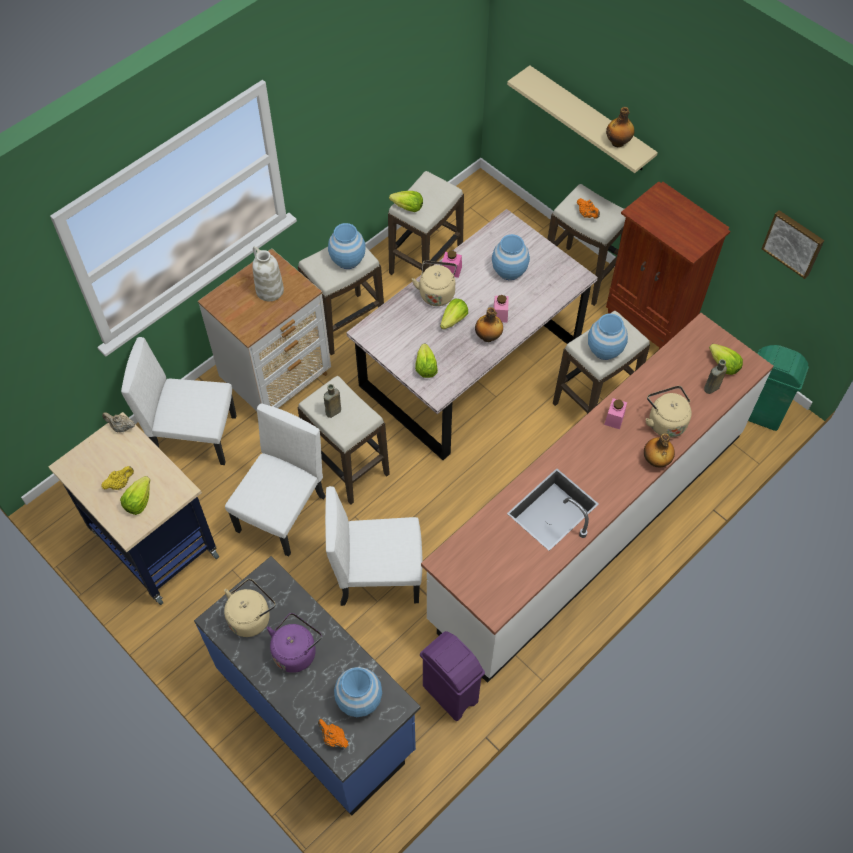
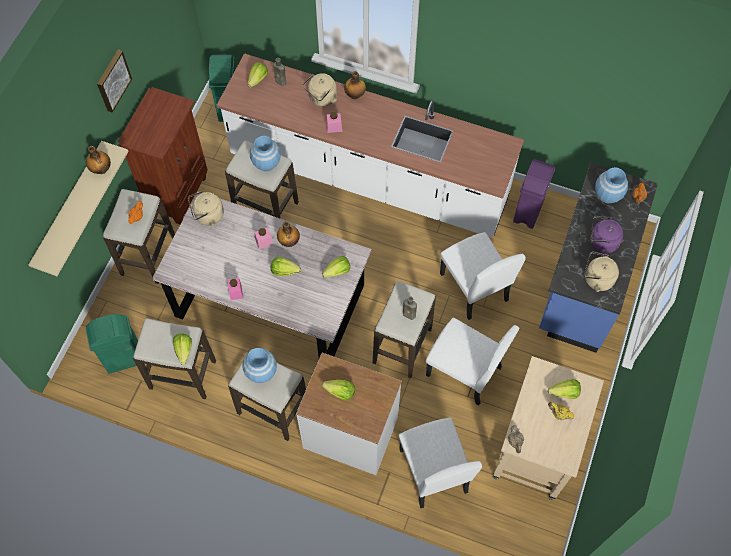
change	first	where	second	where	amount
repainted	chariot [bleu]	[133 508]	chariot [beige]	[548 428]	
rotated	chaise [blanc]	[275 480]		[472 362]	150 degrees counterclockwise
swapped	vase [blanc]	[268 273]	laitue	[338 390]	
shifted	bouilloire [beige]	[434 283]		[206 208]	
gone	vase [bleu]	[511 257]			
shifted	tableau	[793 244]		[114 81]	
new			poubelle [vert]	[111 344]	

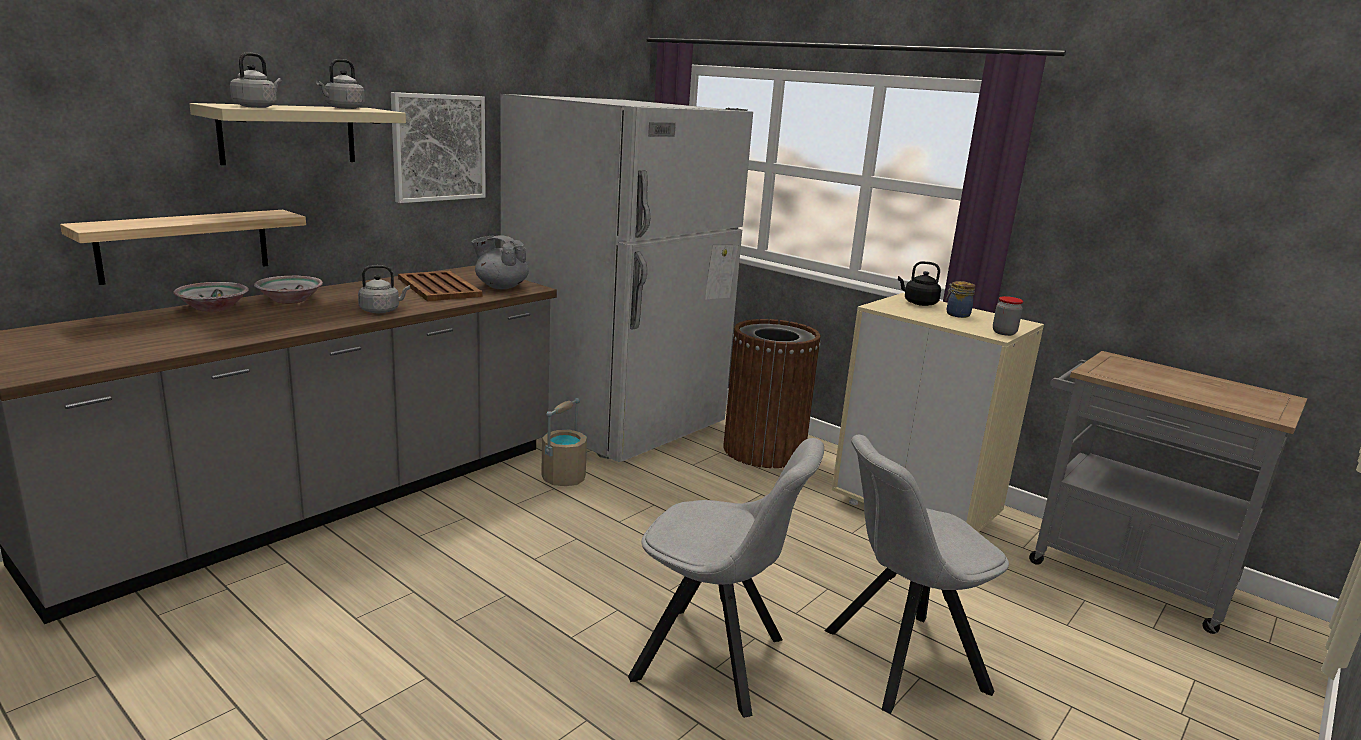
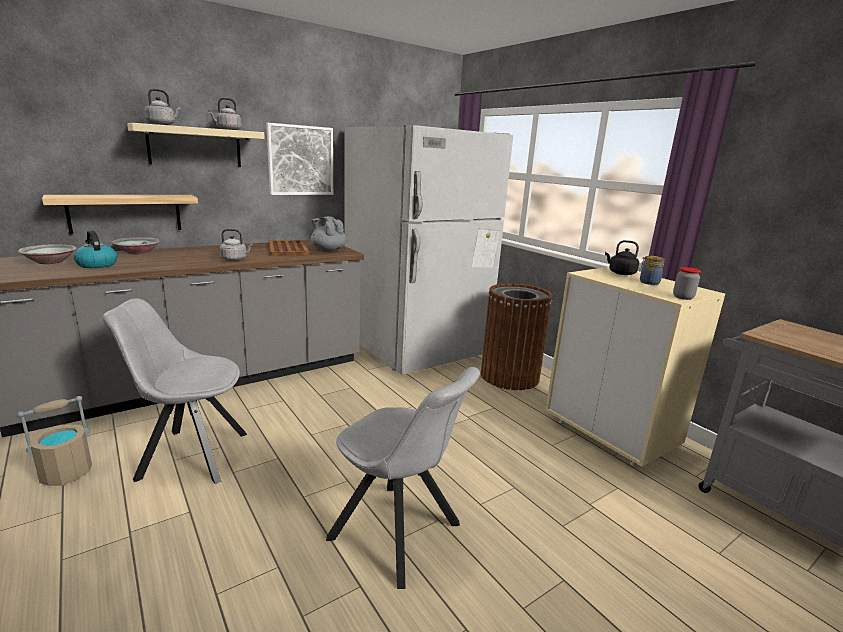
change	first	where	second	where	amount
shifted	bol	[288 290]		[47 254]	
shifted	seau [beige]	[564 442]		[54 441]	
shifted	chaise [gris]	[917 574]		[175 391]	
new			bouilloire	[95 249]	

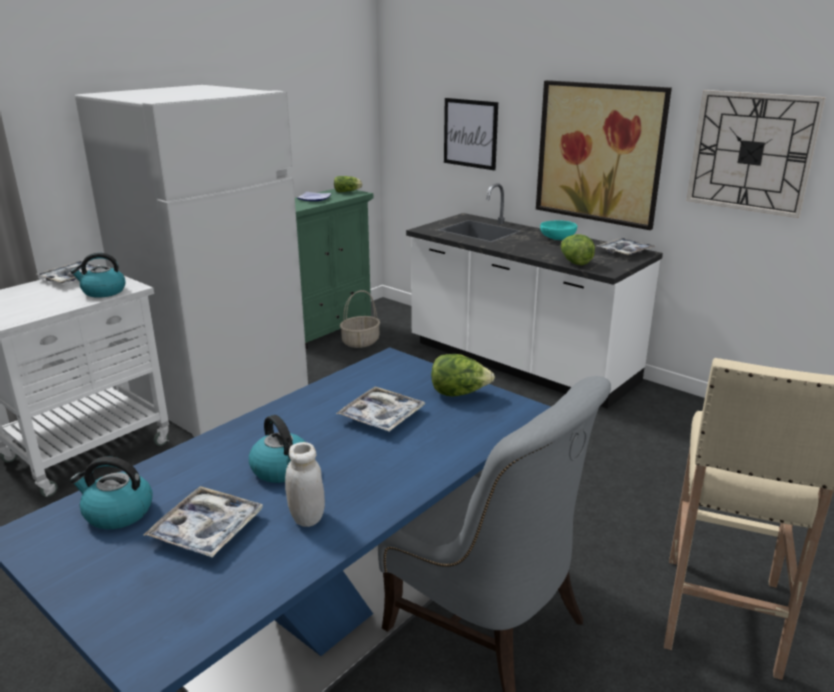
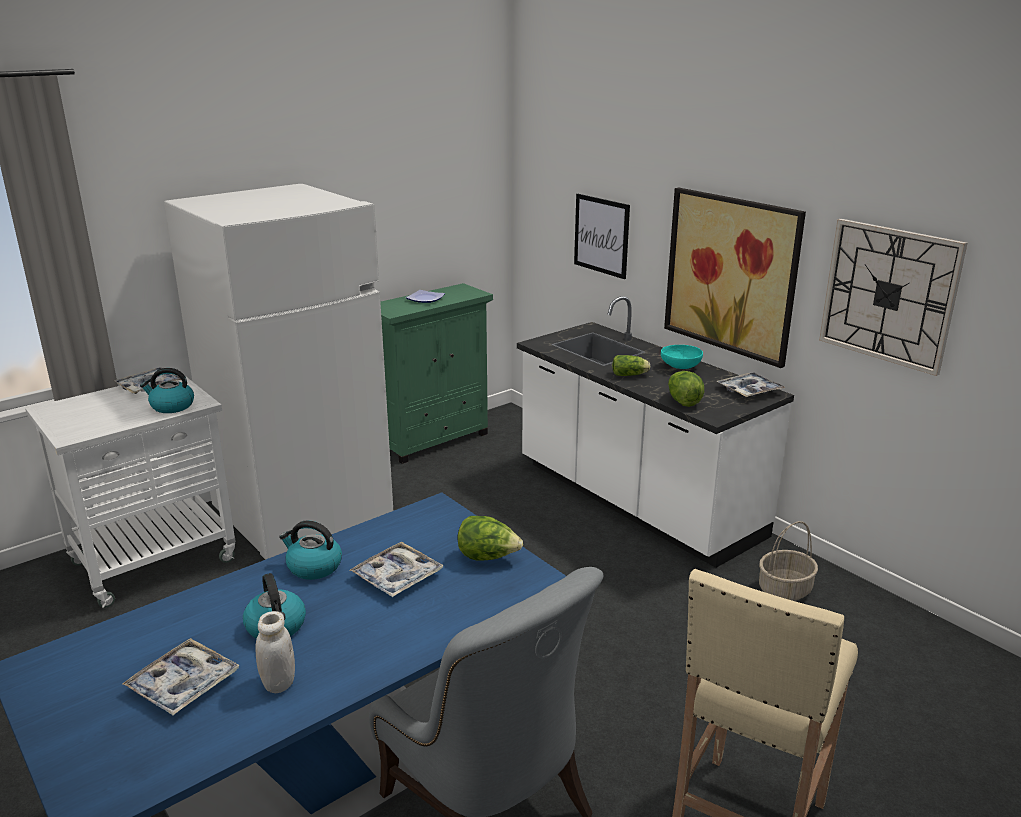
change	first	where	second	where	amount
shifted	bouilloire	[111 493]		[310 550]	
shifted	laitue	[348 184]		[631 365]	
shifted	panier	[360 319]		[788 561]	

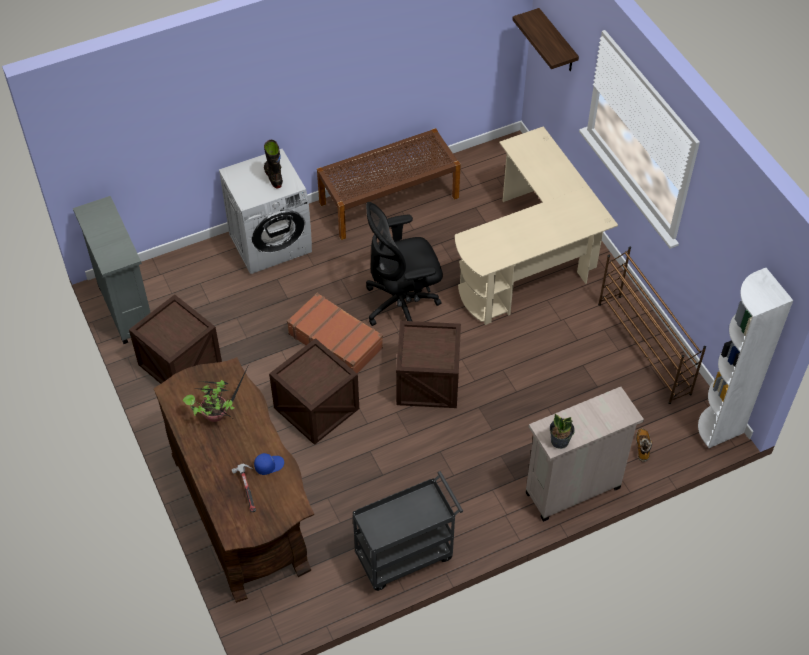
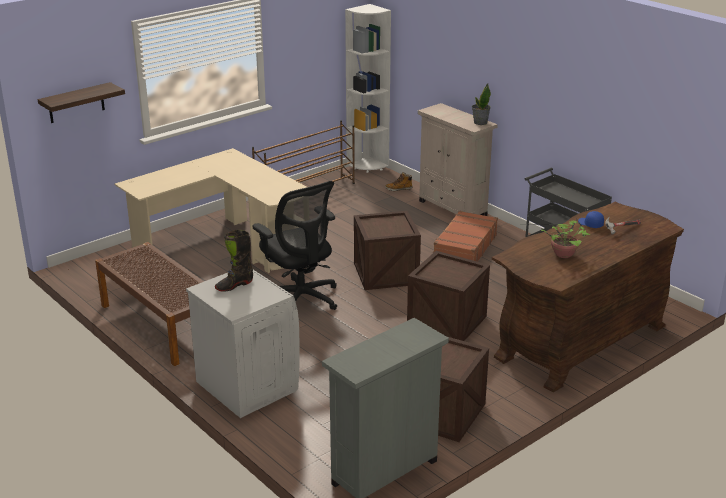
change	first	where	second	where	amount
shifted	valise [marron]	[335 333]		[465 236]	

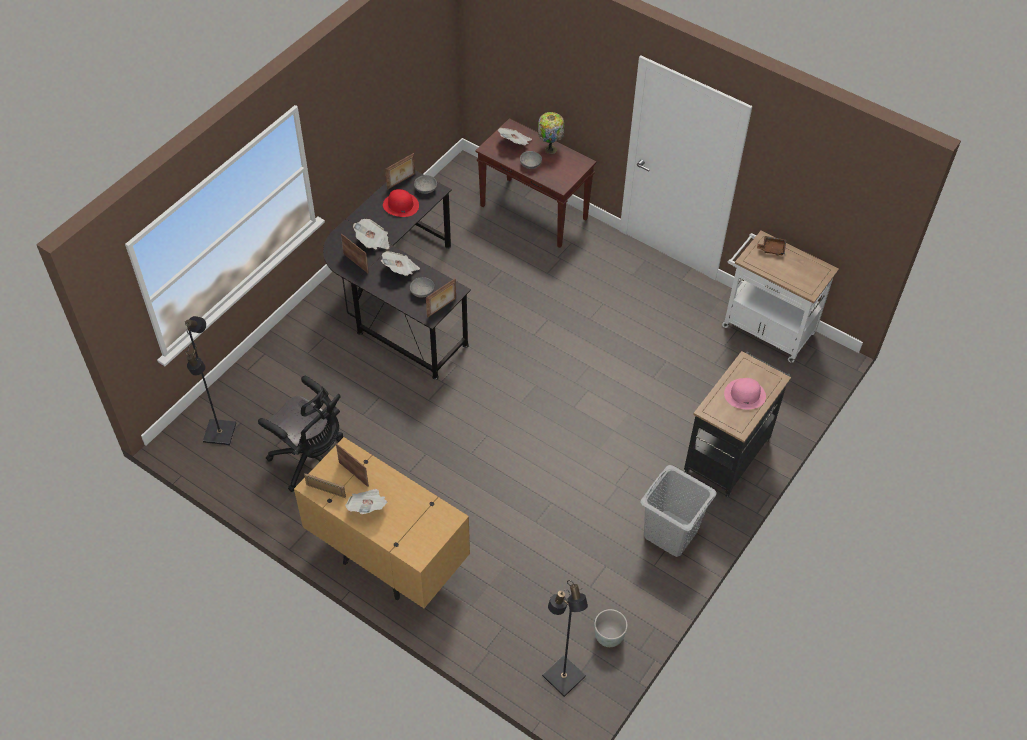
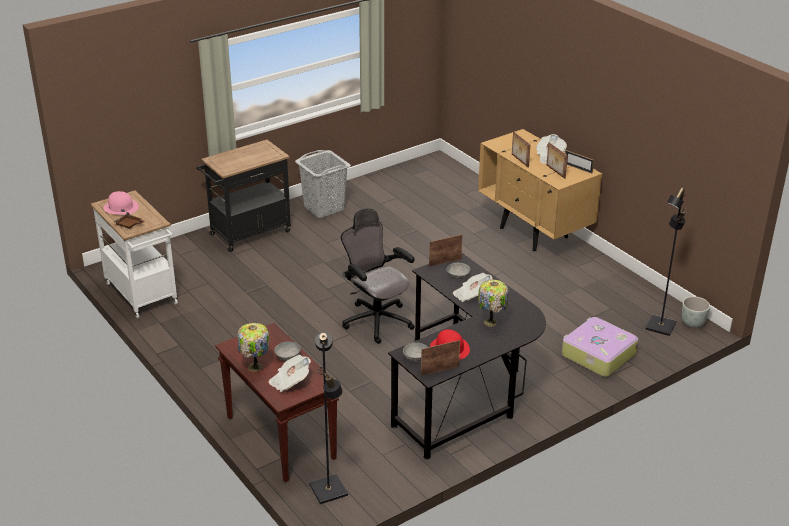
change	first	where	second	where	amount
shifted	chaise de bureau	[300 434]		[378 276]	
shifted	cadre photo	[355 253]		[521 150]	
swapped	journal	[371 234]	lampe de table	[493 303]	
shifted	lampadaire [noir]	[565 638]		[328 418]	
shifted	cache-pot [gris]	[611 628]		[696 312]	
shifted	chapeau [rose]	[745 393]		[121 203]	
new			valise	[600 347]	

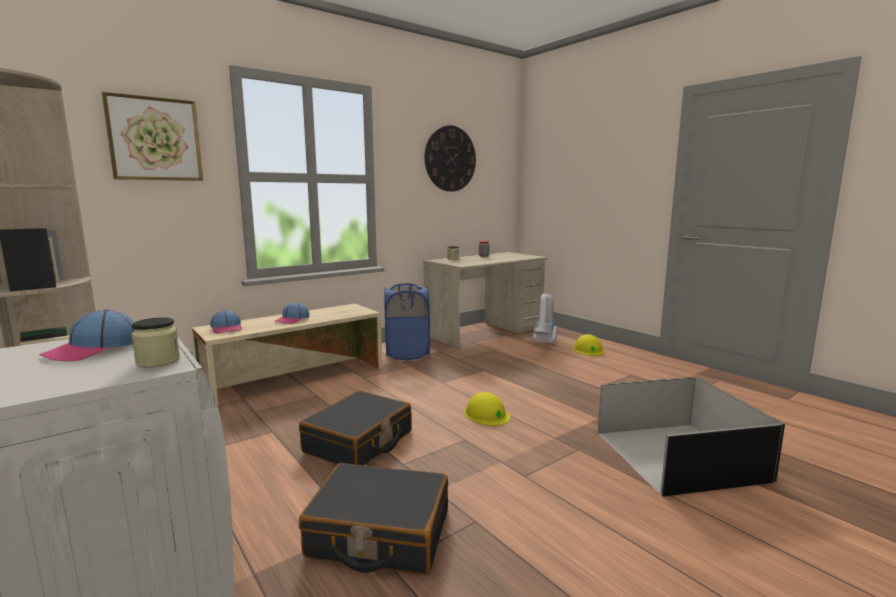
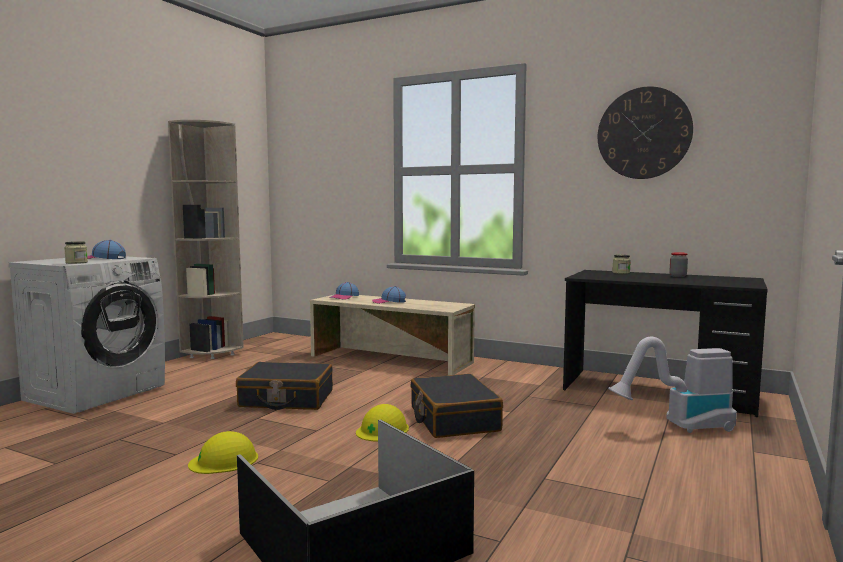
change	first	where	second	where	amount
gone	tableau	[152 136]			
shifted	valise [noir]	[373 519]		[457 406]	
gone	panier à linge [bleu]	[407 321]			
repainted	bureau [beige]	[485 300]	bureau [noir]	[665 343]	
shifted	casque de chantier [jaune]	[588 345]		[223 452]	

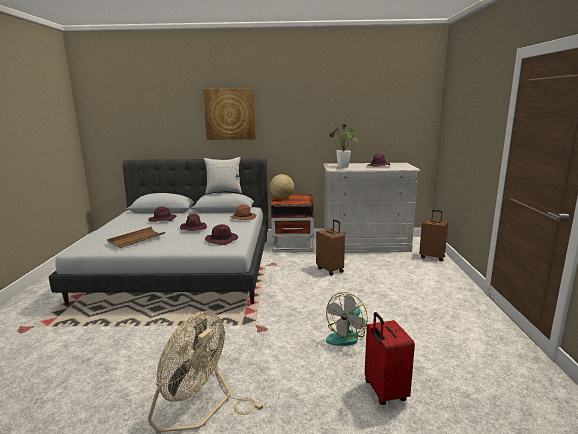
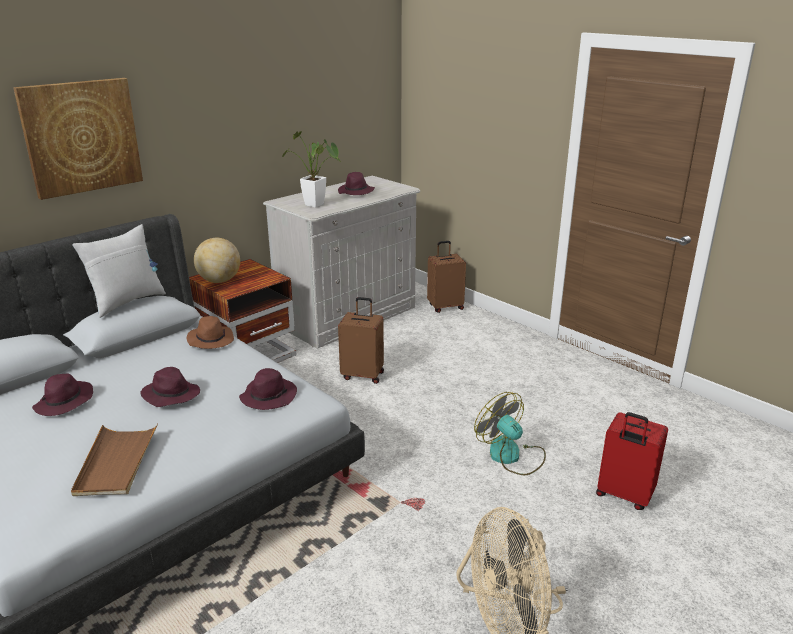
change	first	where	second	where	amount
rotated	ventilateur	[347 319]		[510 433]	150 degrees clockwise

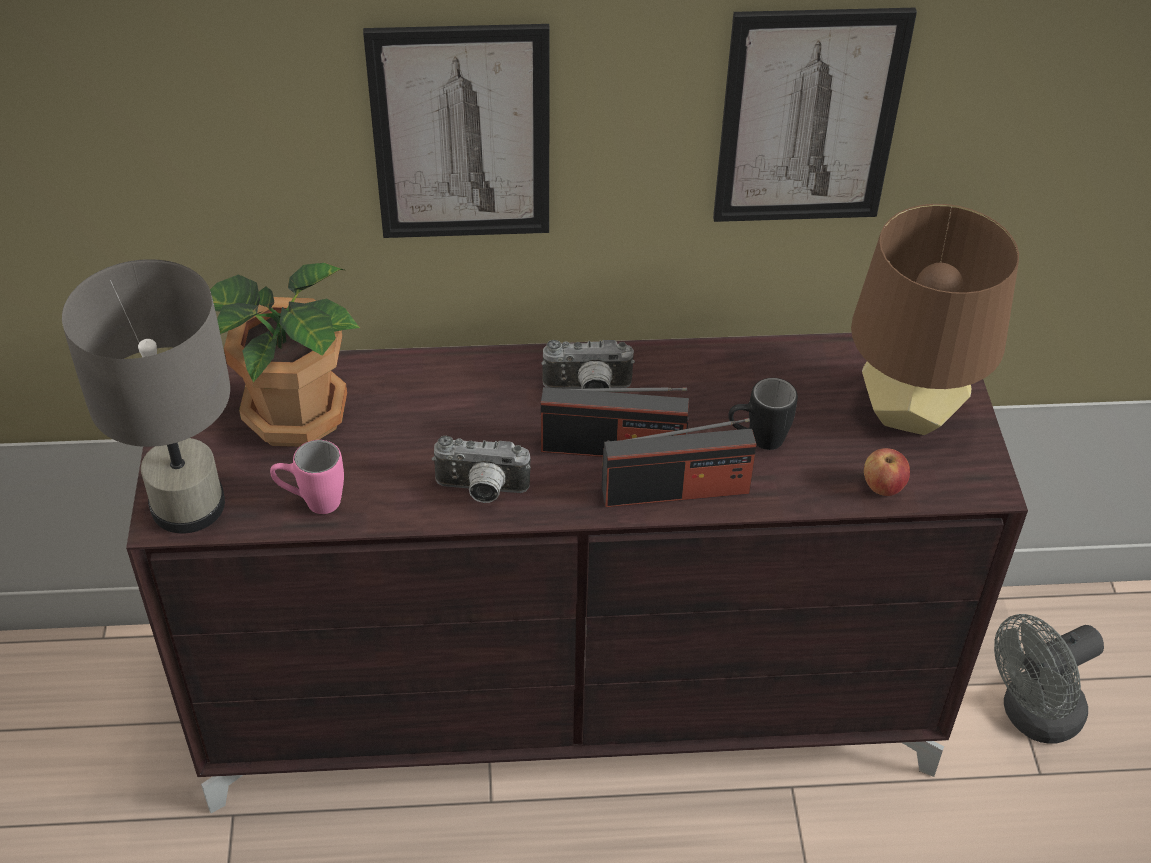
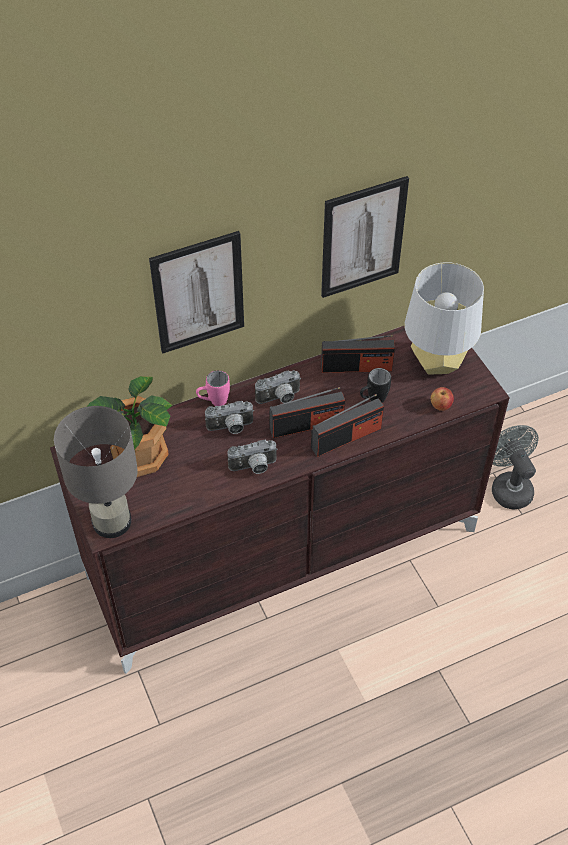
change	first	where	second	where	amount
shifted	mug [rose]	[307 477]		[213 388]	
repainted	lampe de table [marron]	[935 319]	lampe de table [gris]	[444 318]	
rotated	ventilateur [gris]	[1049 679]		[515 467]	120 degrees clockwise
new			appareil photo	[229 417]	
new			radio	[358 354]	

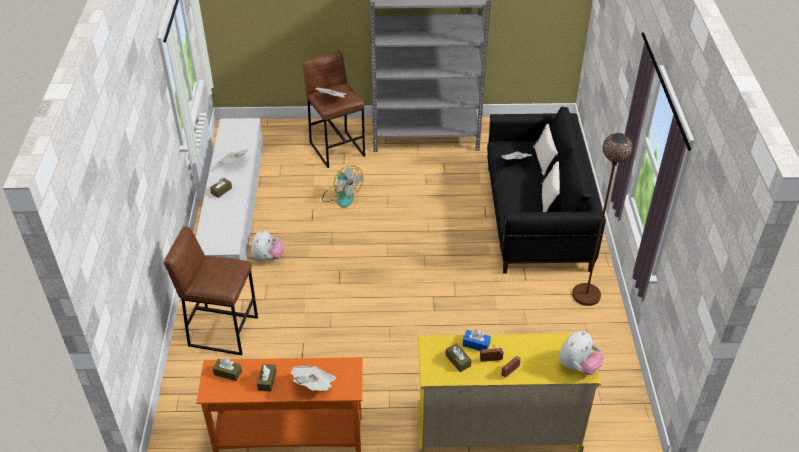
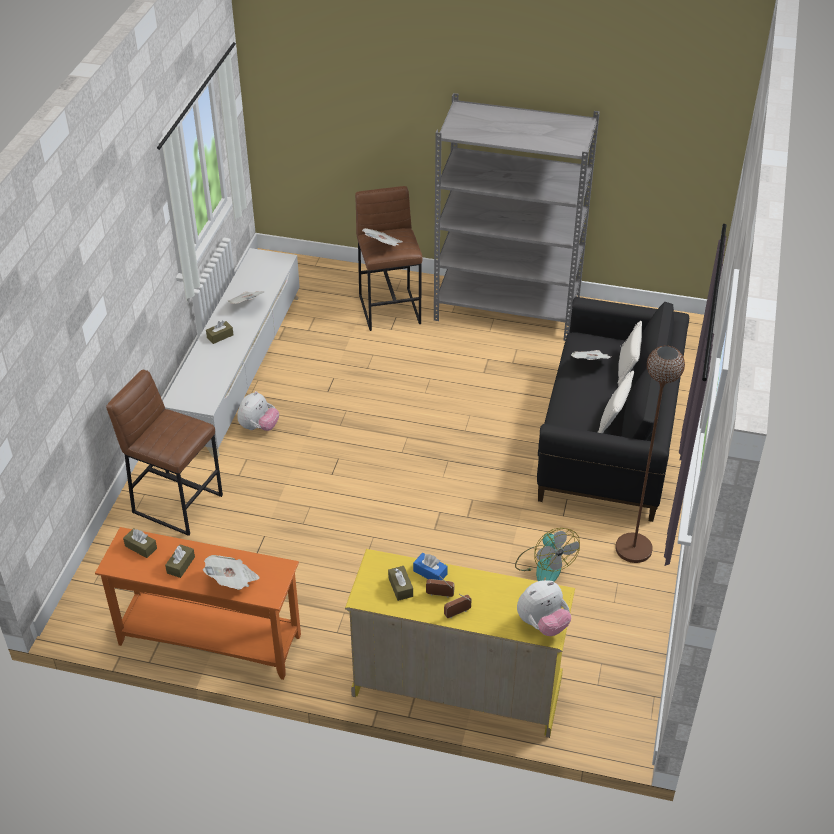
change	first	where	second	where	amount
shifted	ventilateur	[342 186]		[547 555]	

